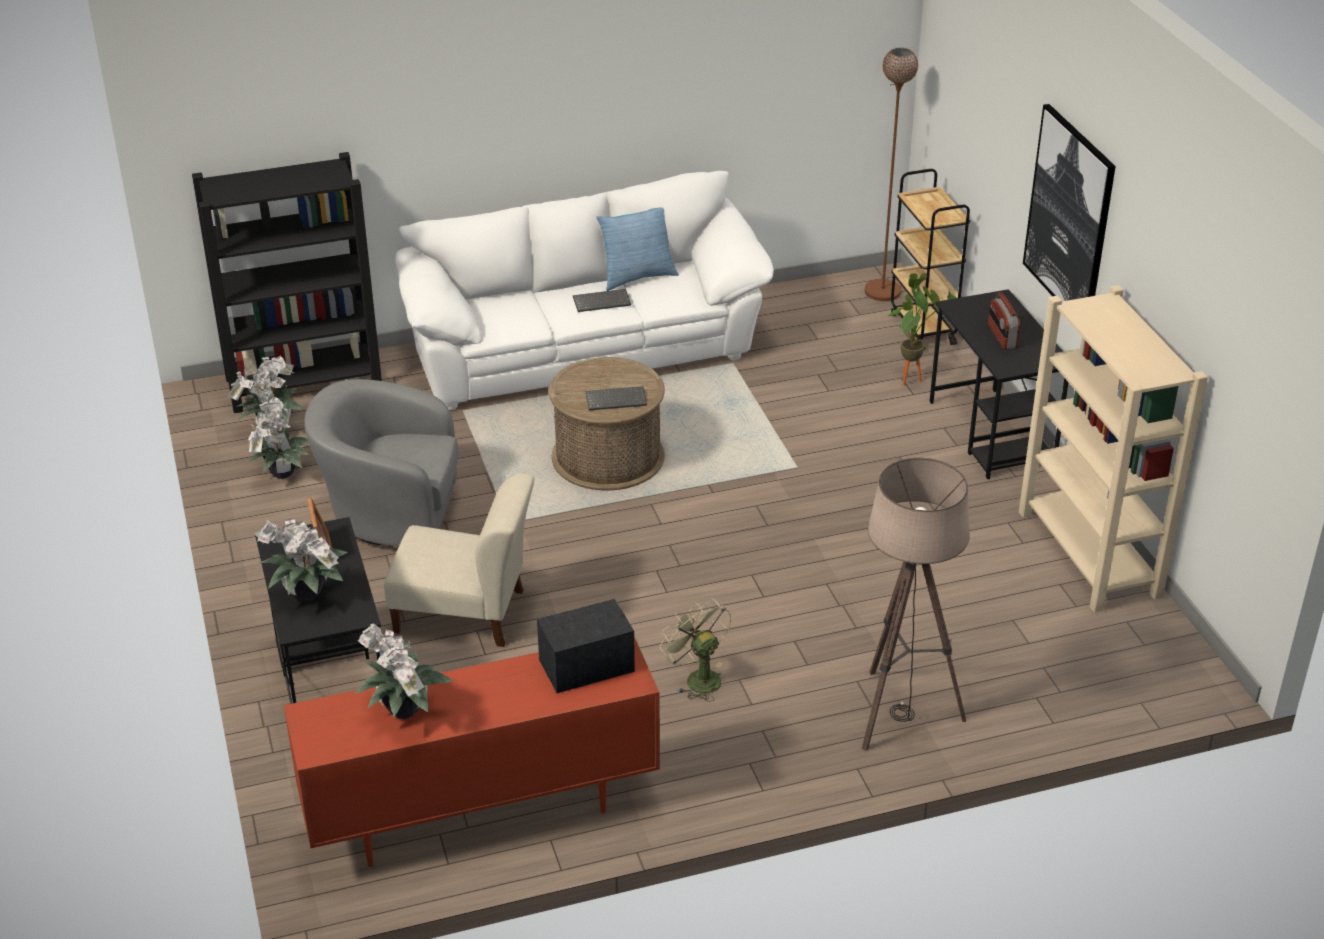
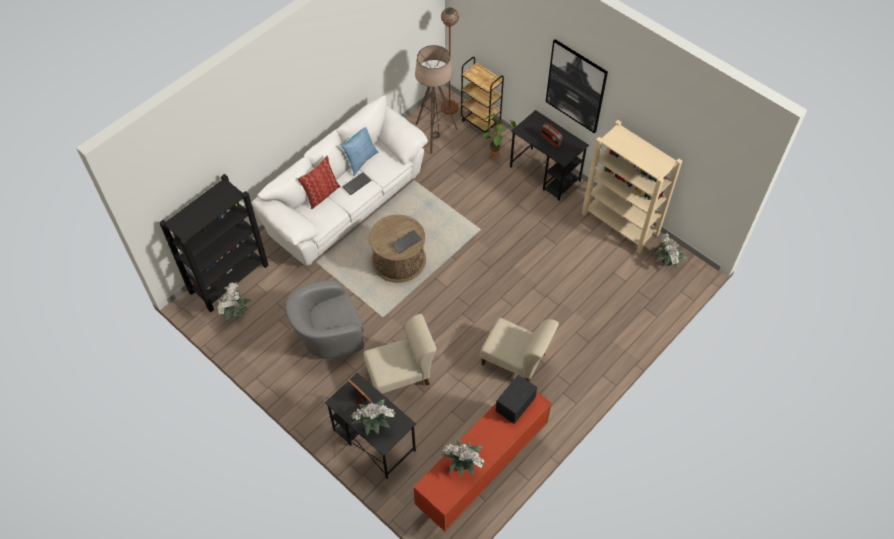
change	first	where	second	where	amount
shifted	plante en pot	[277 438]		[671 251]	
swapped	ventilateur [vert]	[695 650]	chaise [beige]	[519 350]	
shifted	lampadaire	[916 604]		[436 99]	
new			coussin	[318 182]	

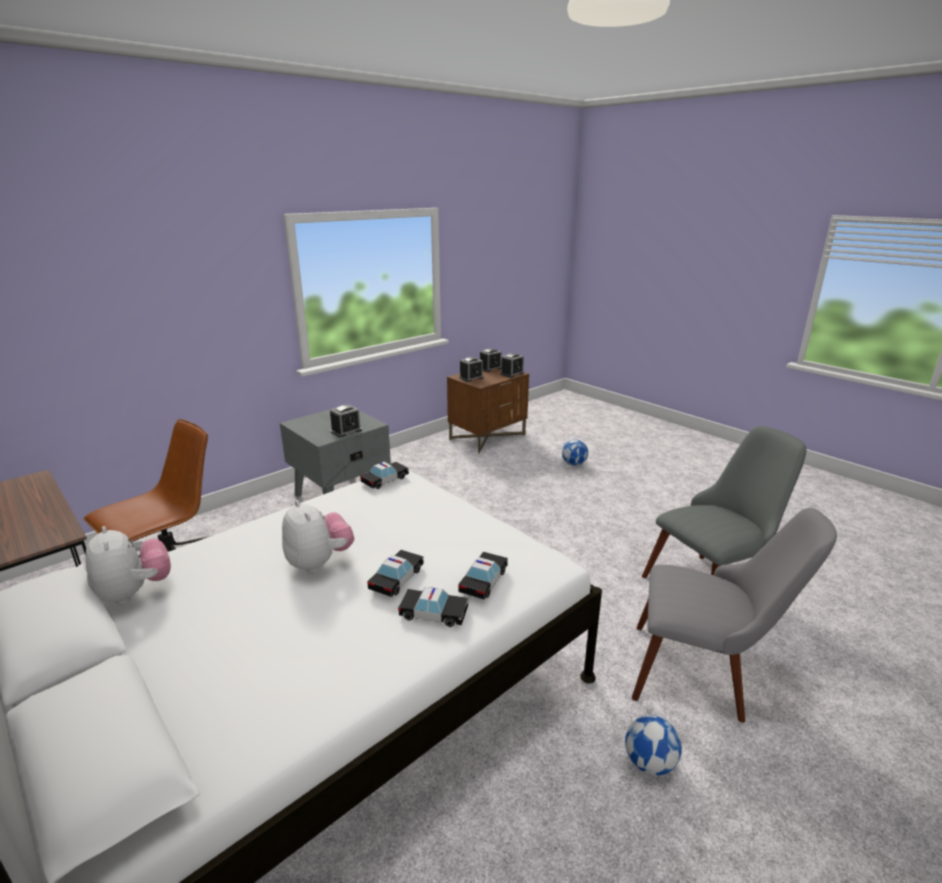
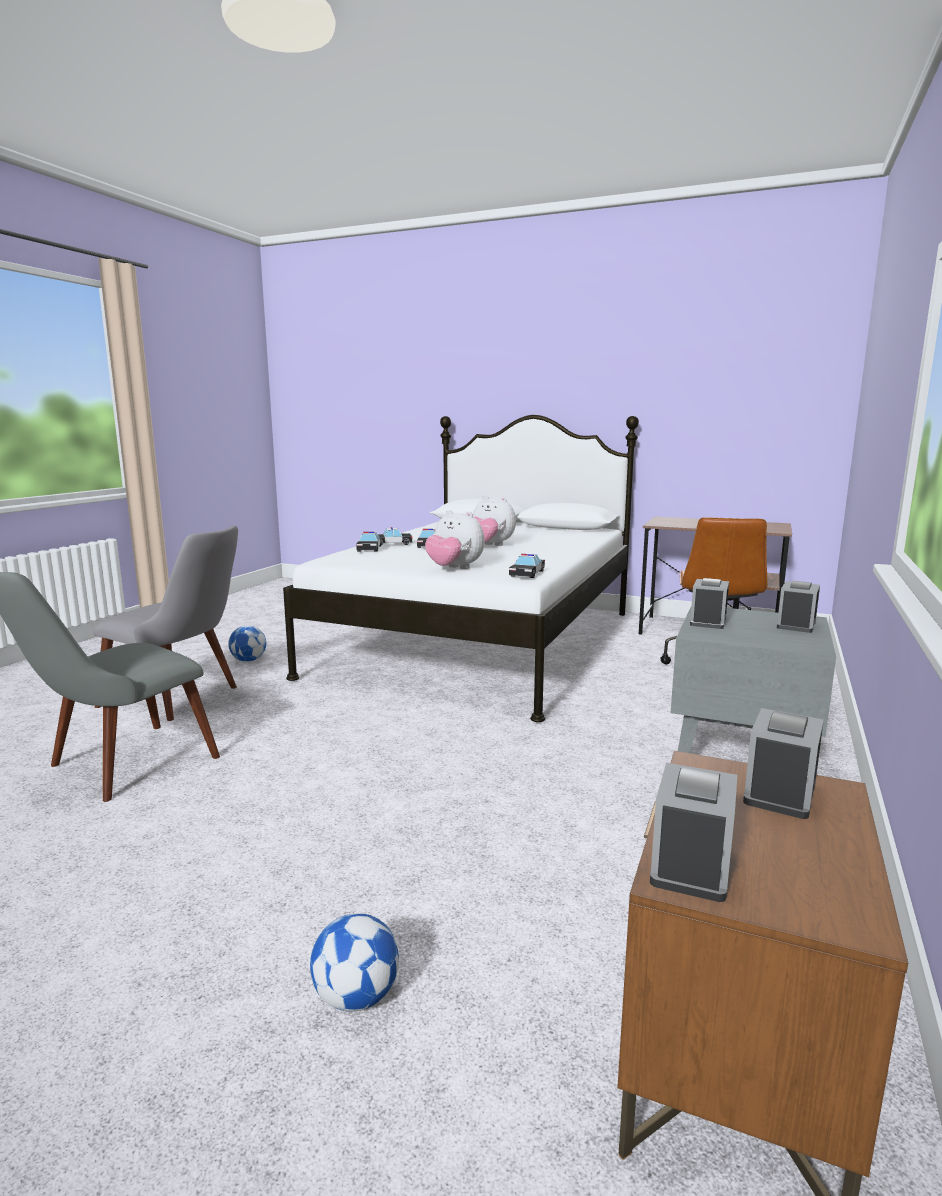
change	first	where	second	where	amount
shifted	peluche	[128 565]		[454 539]	
shifted	réveil	[491 360]		[798 607]	
rotated	chaise [gris]	[734 615]		[165 623]	150 degrees counterclockwise

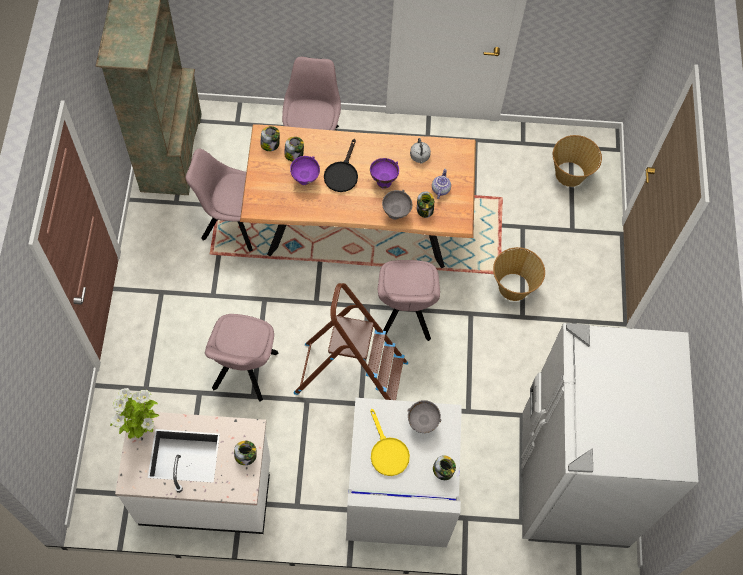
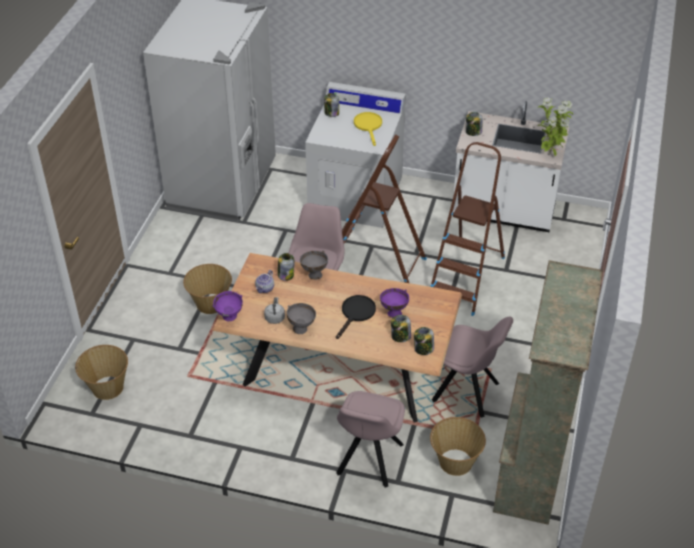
change	first	where	second	where	amount
swapped	chaise [rose]	[242 358]	escabeau [marron]	[467 229]	
shifted	bol [violet]	[384 173]		[228 306]	
shifted	bol [gris]	[424 416]		[301 318]	
new			panier	[458 446]	

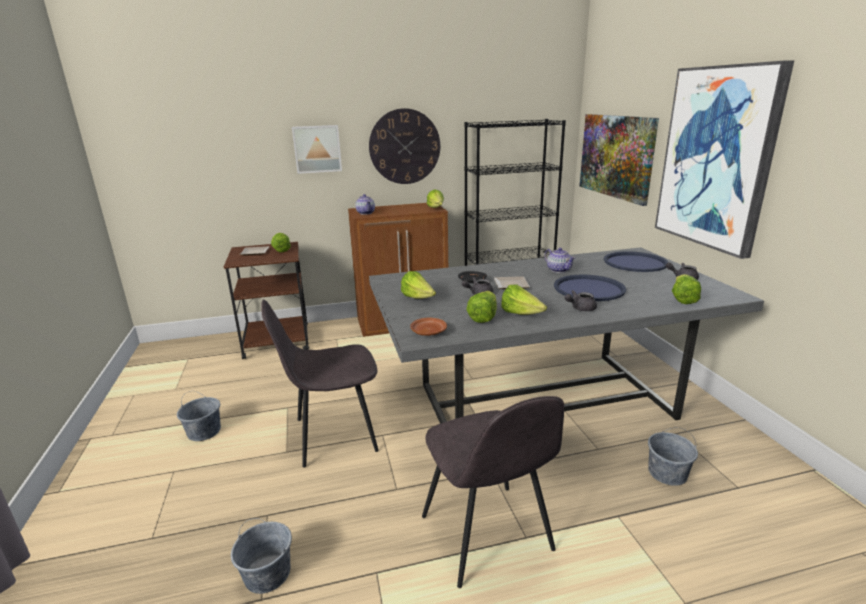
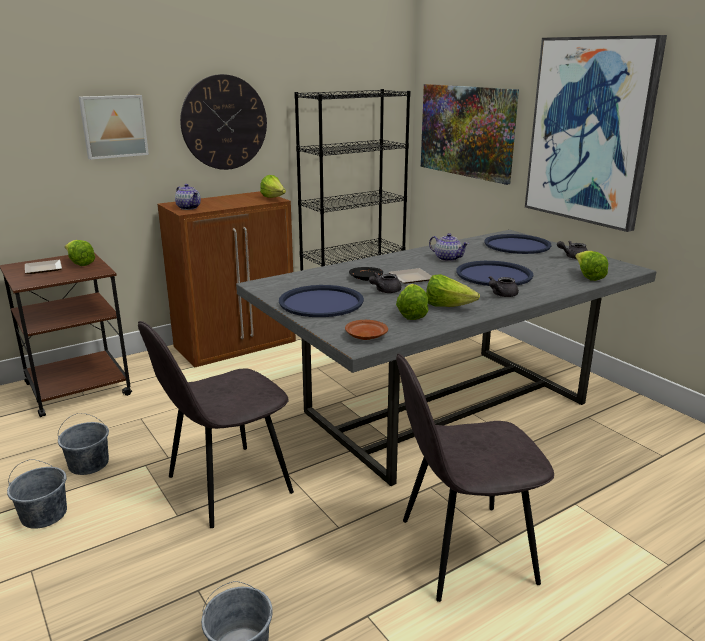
change	first	where	second	where	amount
swapped	laitue	[418 285]	plateau [bleu]	[321 301]	
rotated	chaise [gris]	[493 492]		[475 477]	120 degrees clockwise
shifted	seau [gris]	[673 456]		[83 444]	

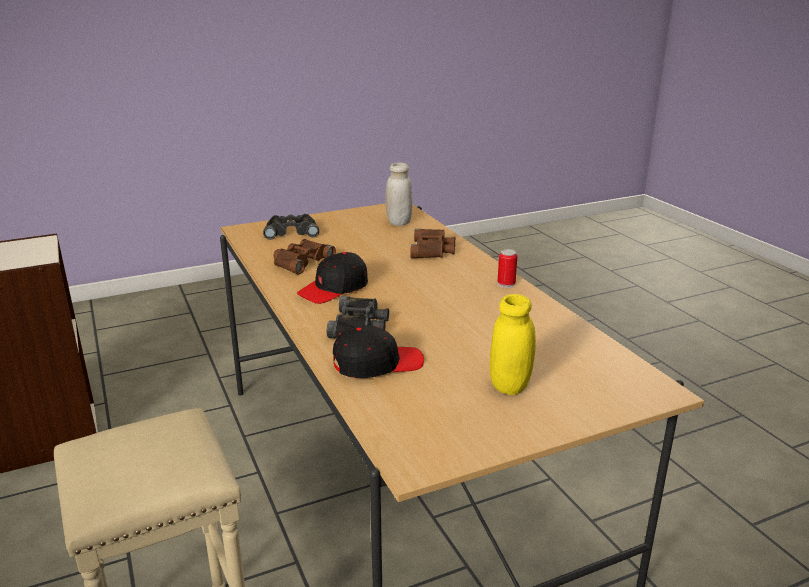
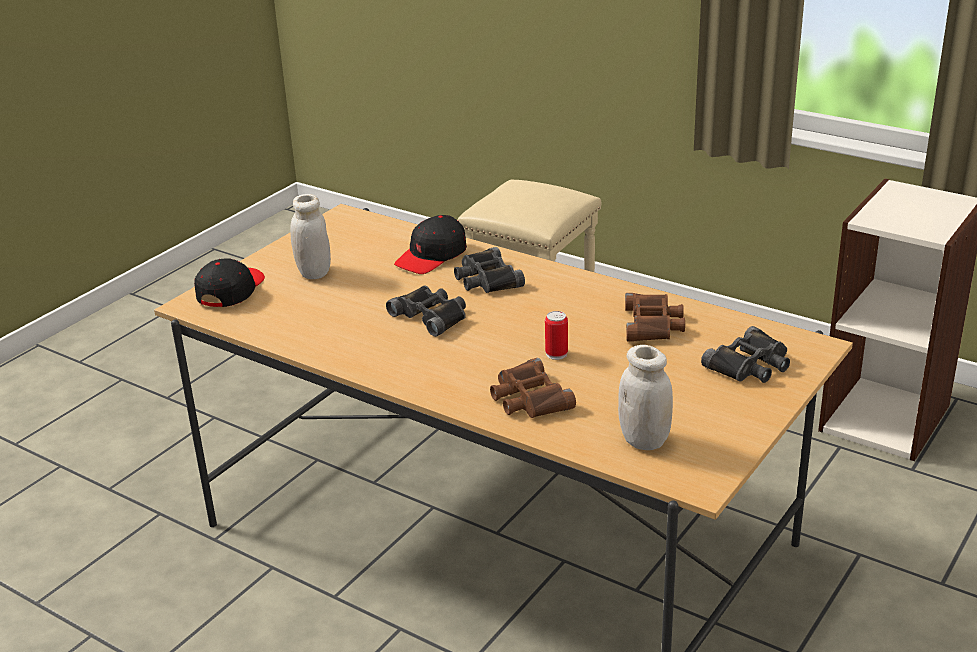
change	first	where	second	where	amount
shifted	casquette [noir]	[332 278]		[229 282]	
repainted	bocal [jaune]	[513 344]	bocal [blanc]	[310 236]	
shifted	boîte métallique	[507 268]		[556 335]	
new			jumelles [noir]	[426 311]	

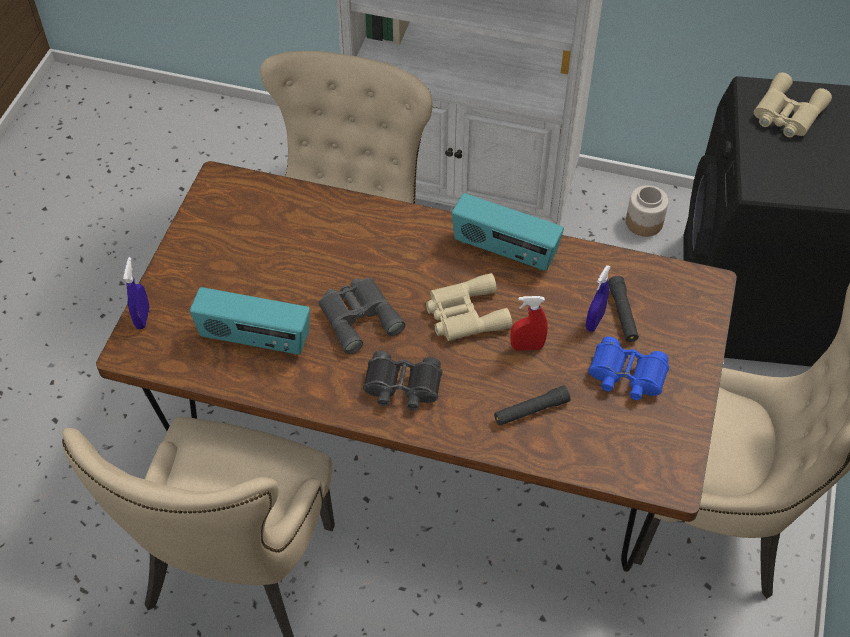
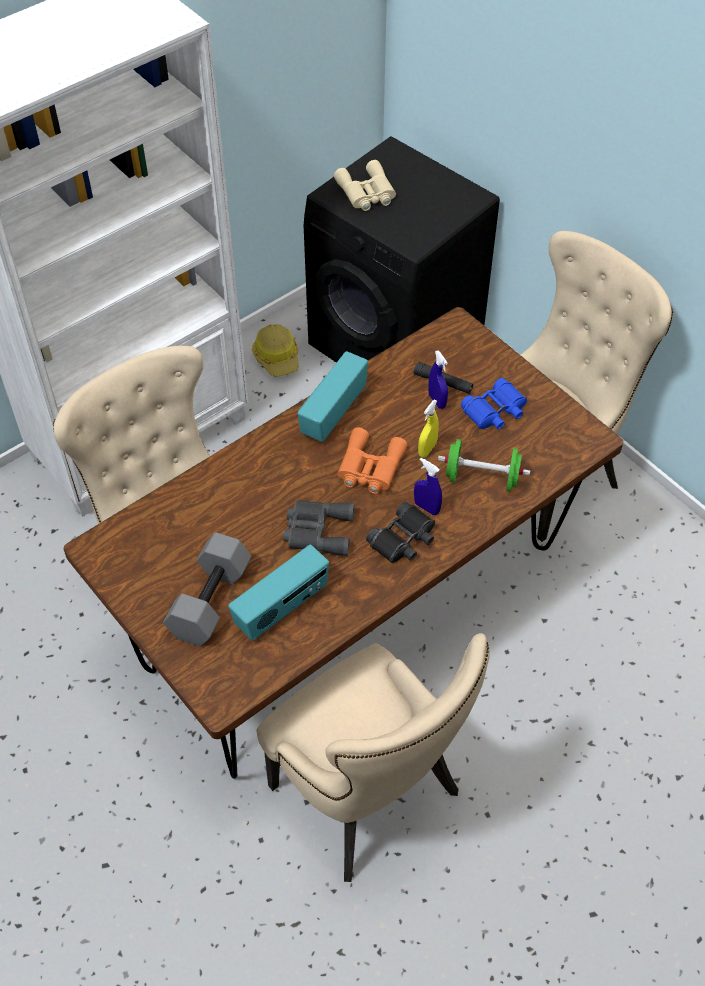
change	first	where	second	where	amount
shifted	vaporisateur [bleu]	[136 293]		[428 486]	
repainted	jumelles [beige]	[469 307]	jumelles [orange]	[372 461]	
rotated	radio	[508 232]		[332 396]	150 degrees clockwise
swapped	lampe de poche [noir]	[532 405]	haltère [vert]	[484 465]	
repainted	vaporisateur [rouge]	[529 323]	vaporisateur [jaune]	[428 429]	
swapped	bocal	[647 211]	casque de chantier	[275 350]	
new			haltère [gris]	[207 589]	

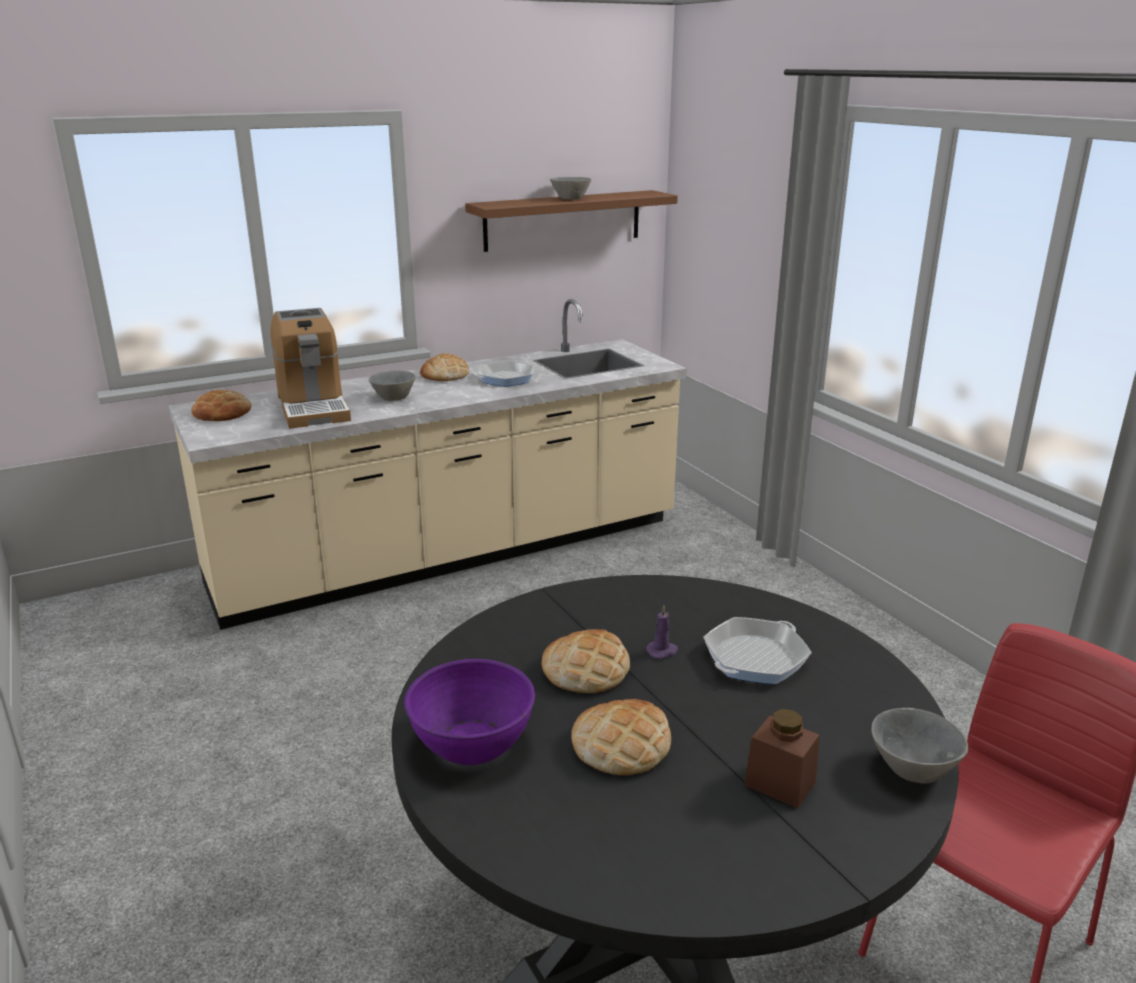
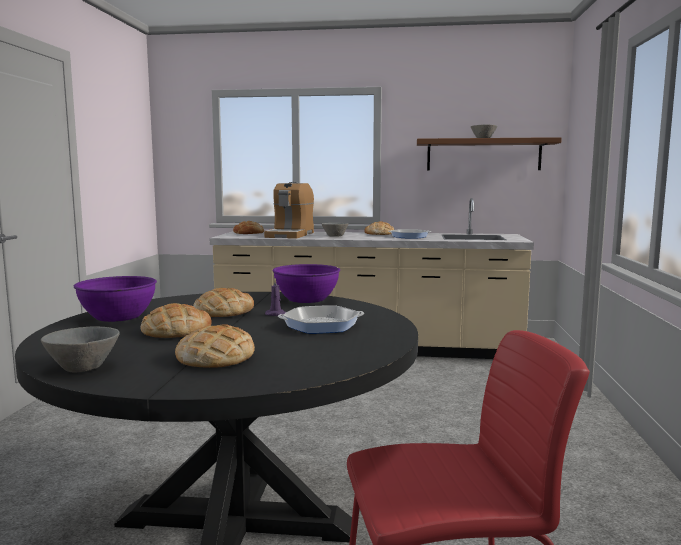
change	first	where	second	where	amount
swapped	bocal [marron]	[782 758]	pain	[215 346]	
shifted	bol [gris]	[919 746]		[80 349]	
new			bol [violet]	[306 283]	

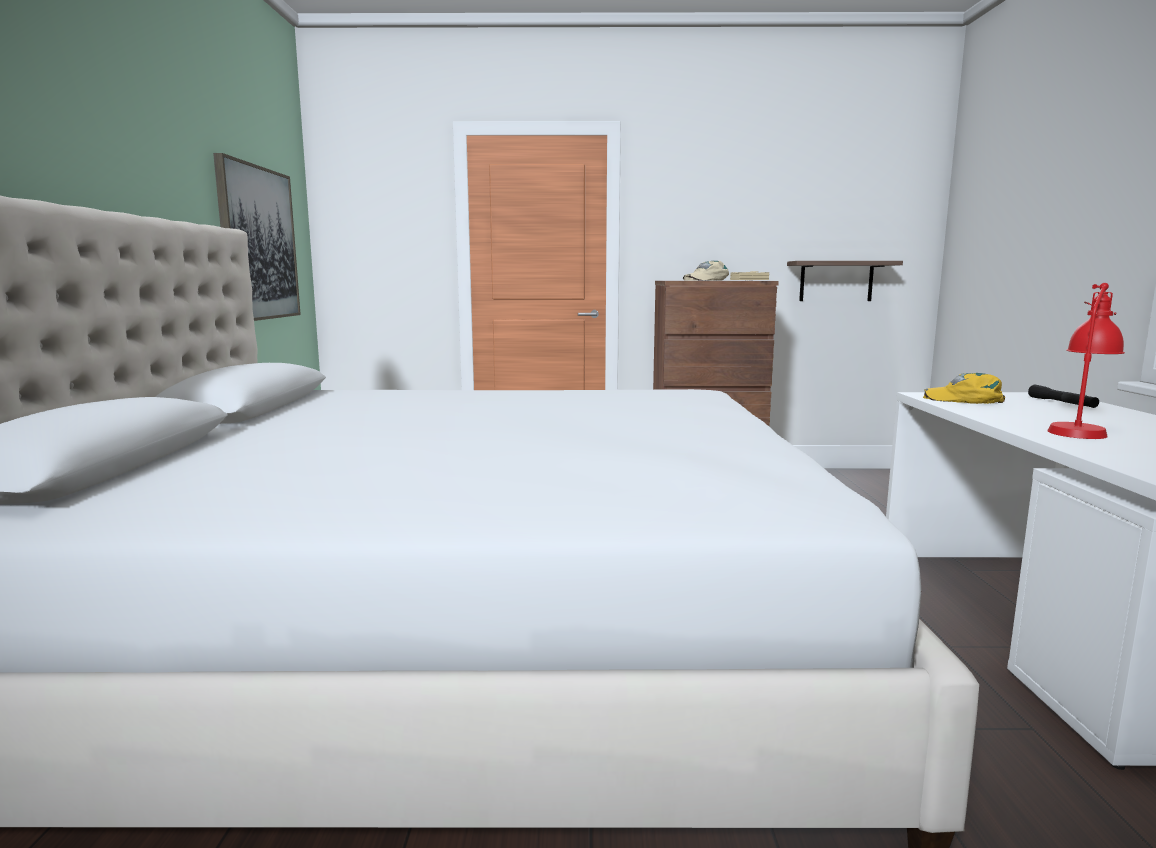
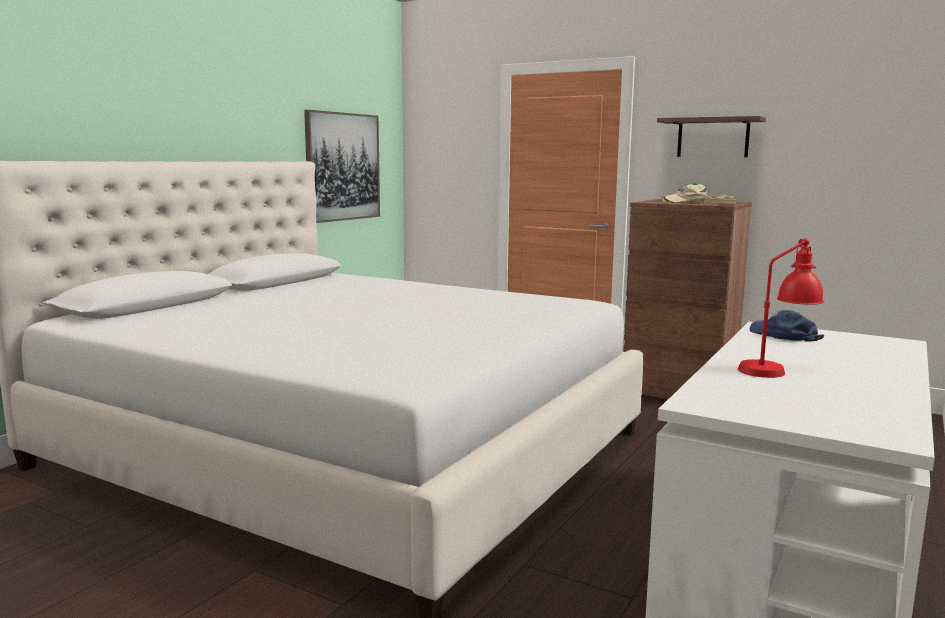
change	first	where	second	where	amount
shifted	étagère	[845 281]		[711 136]	
repainted	casquette [jaune]	[964 388]	casquette [bleu]	[787 326]	
gone	lampe de poche [noir]	[1063 396]			

